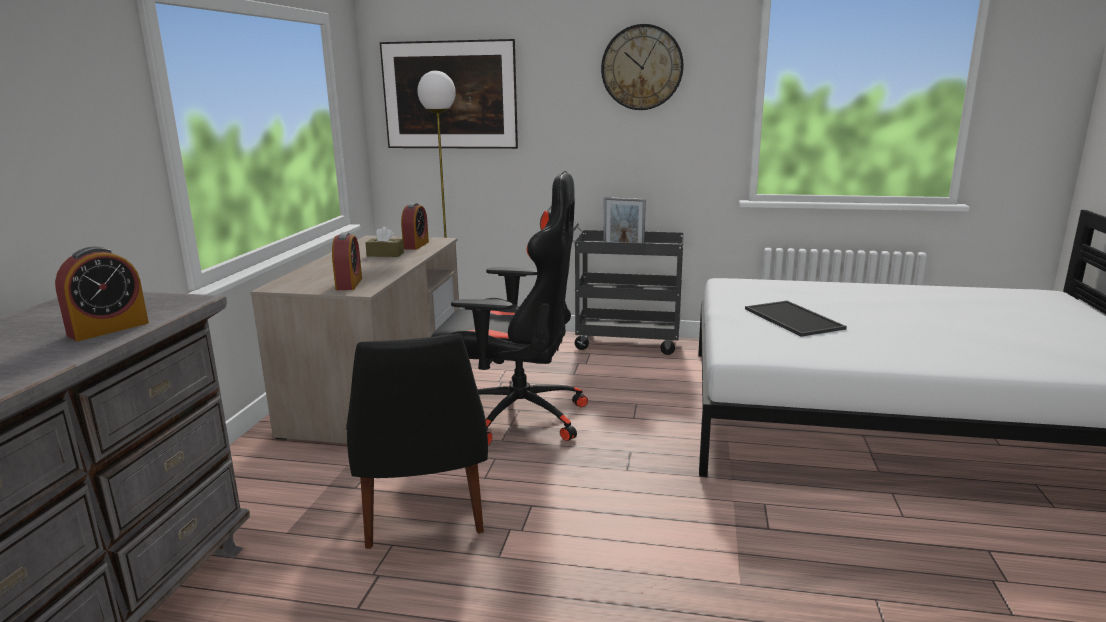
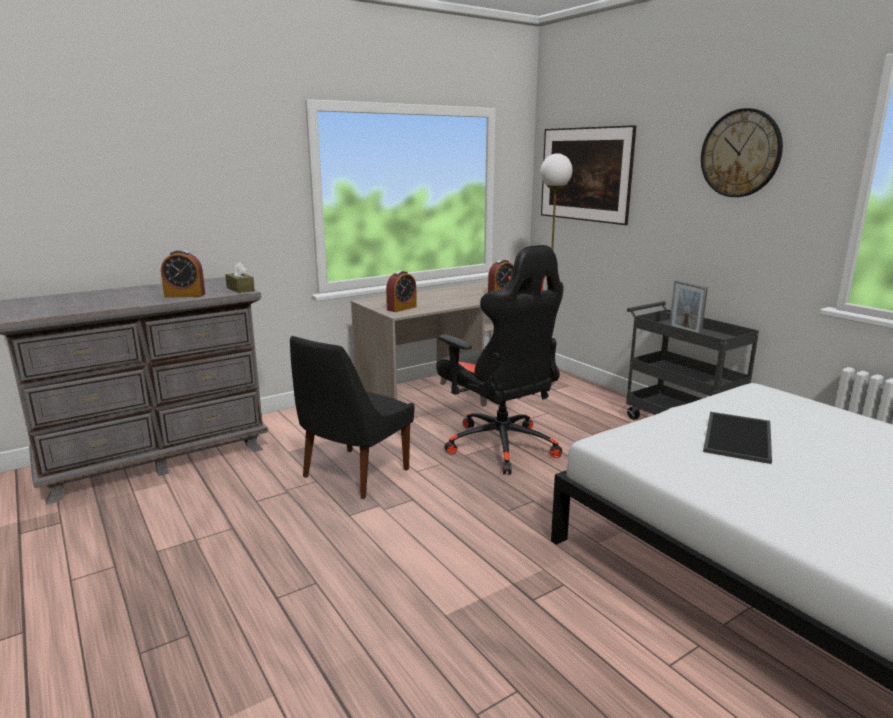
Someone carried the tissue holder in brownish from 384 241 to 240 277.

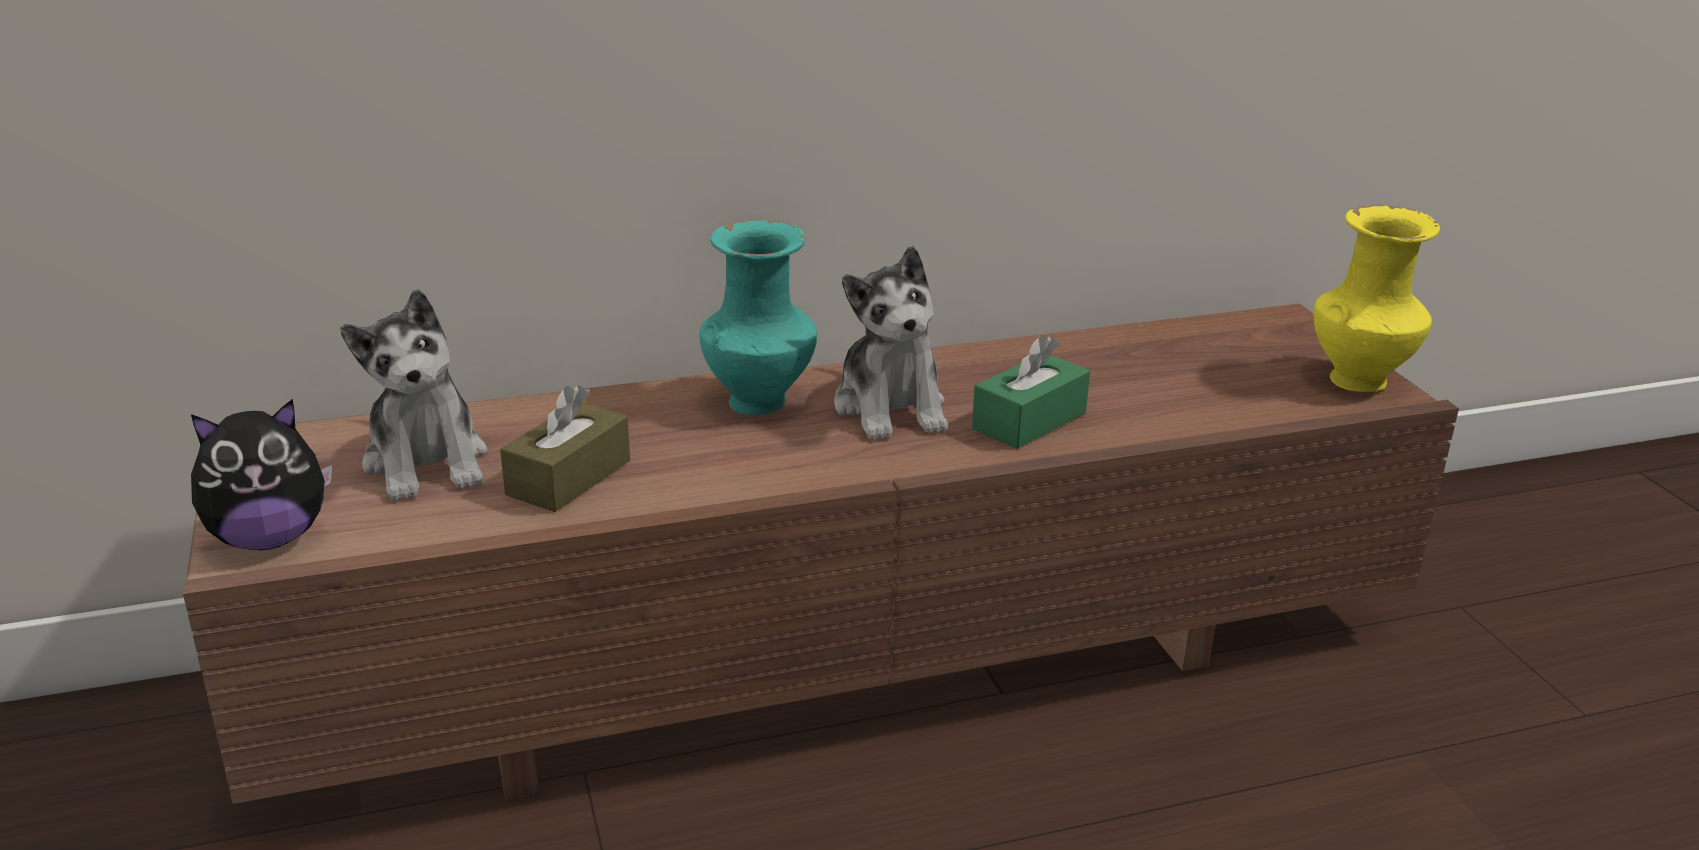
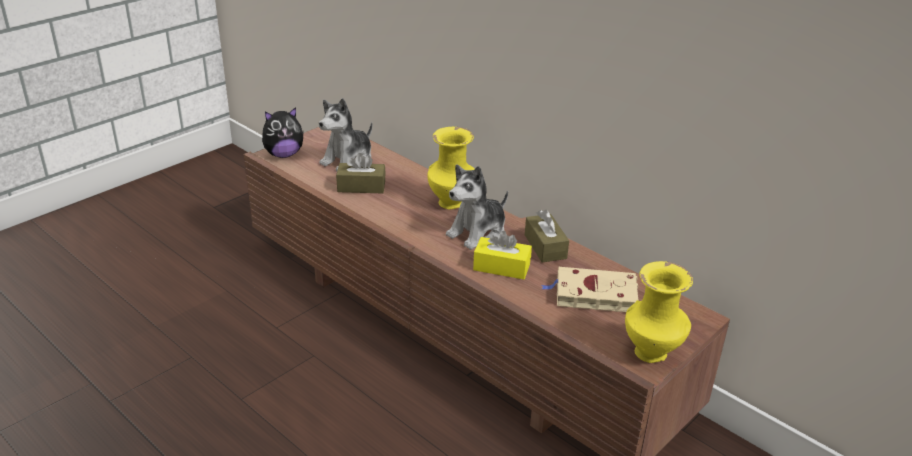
Someone put down the tissue holder in brownish at 547 236.
Someone put down the book in sand-coloured at 590 289.
Someone repainted the vase in turquoise-coloured at 758 317, which became the vase in yellow-coloured at 451 168.
Someone repainted the tissue holder in green at 1031 392, which became the tissue holder in yellow-coloured at 502 255.
Someone rotated the cuddly toy at 261 474 by 60 degrees counterclockwise.

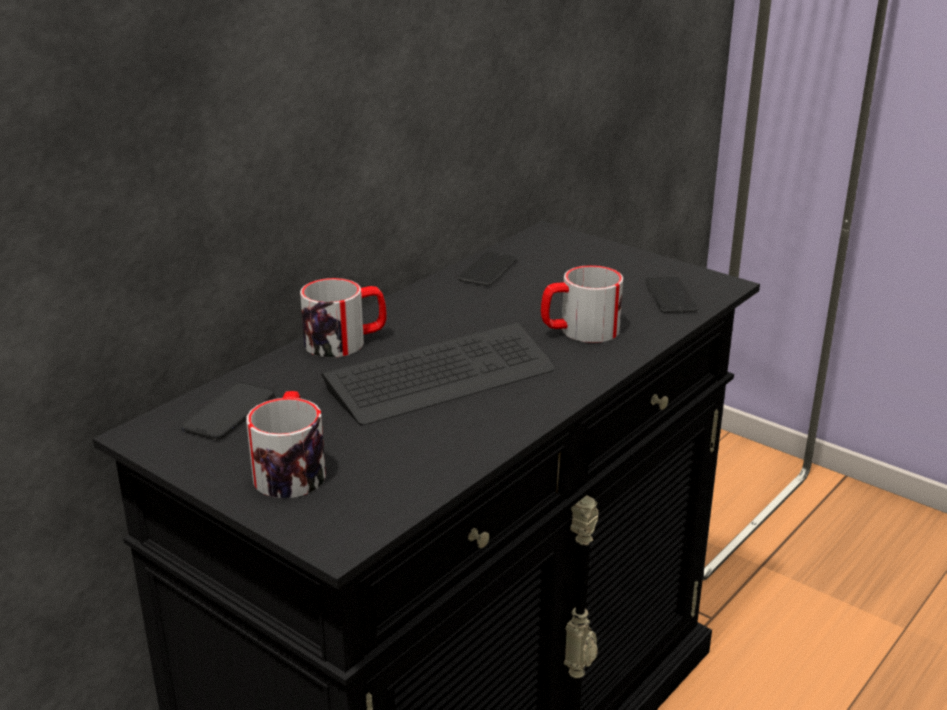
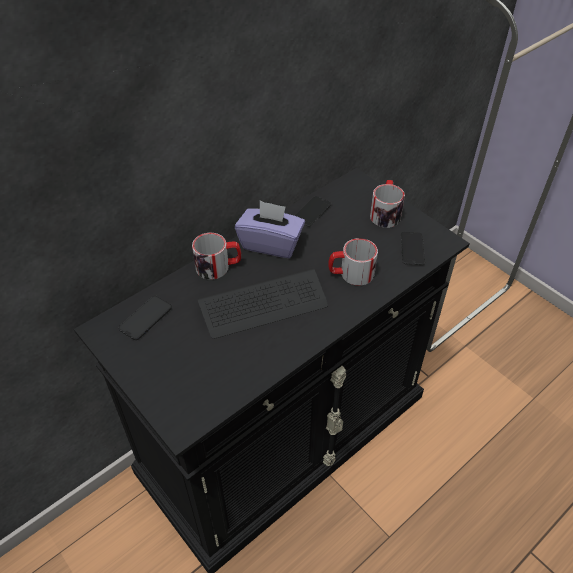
Someone put down the tissue holder in purplish at 270 229.
Someone carried the coffee mug from 286 444 to 387 204.

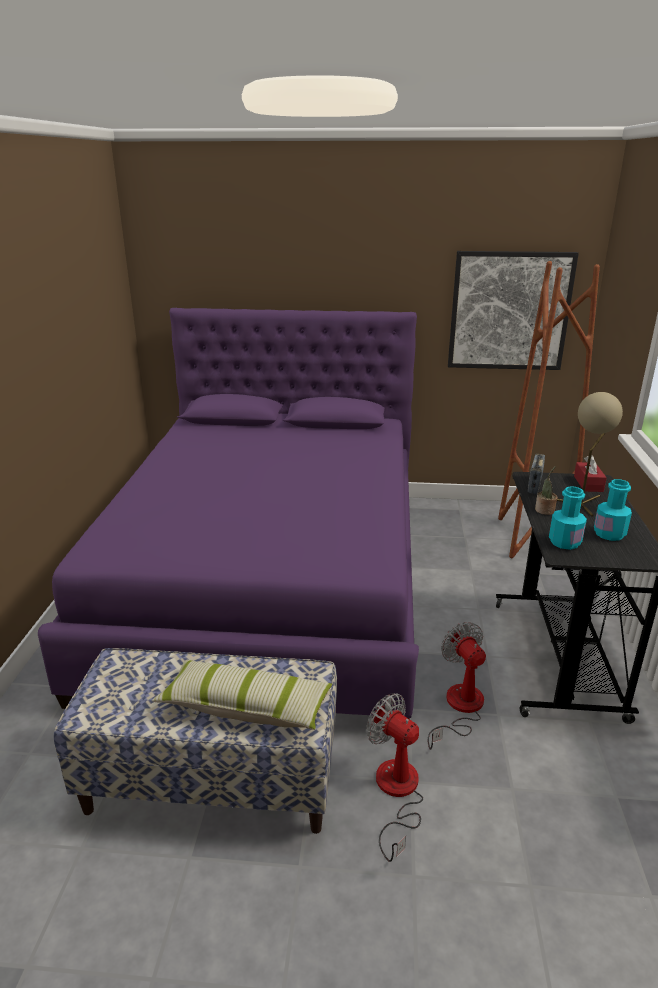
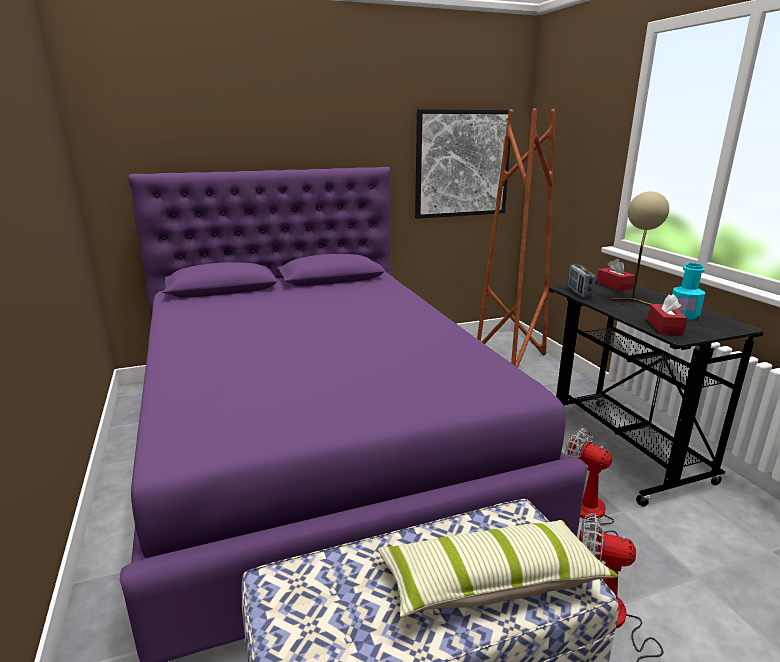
Someone took away the plant in a pot at 546 490.
Someone swapped the bottle in turquoise-coloured at 568 518 for the tissue holder in reddish at 667 314.

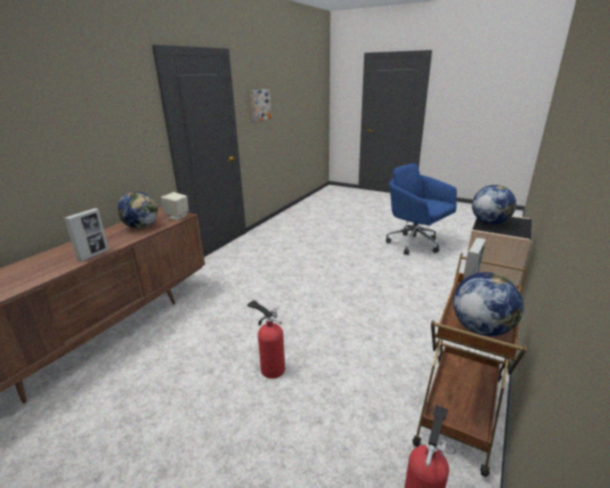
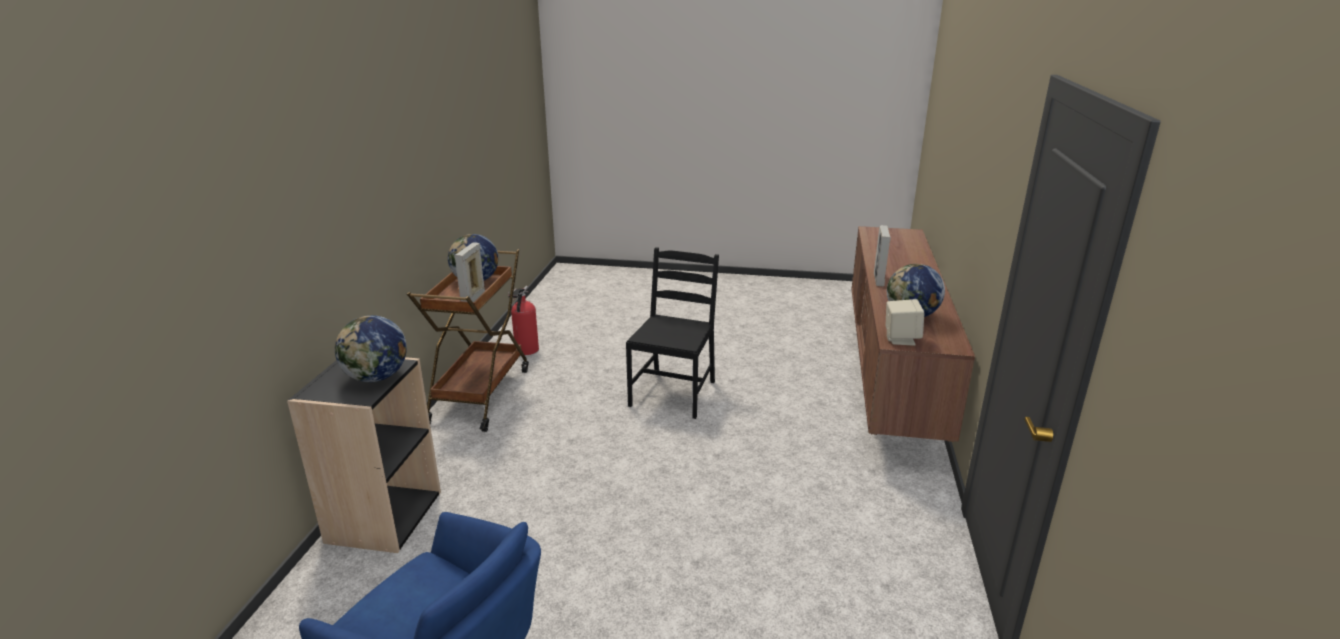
Someone took away the wall art at 260 105.
Someone swapped the fire-fighting cylinder at 266 339 for the chair in black-coloured at 672 333.

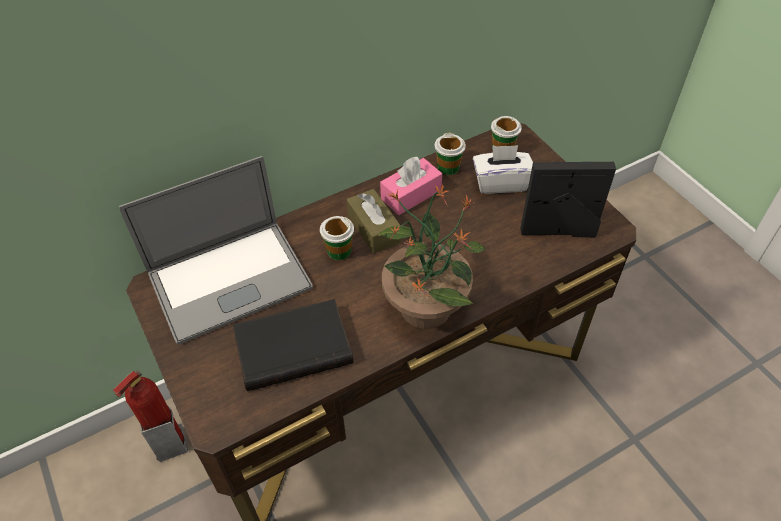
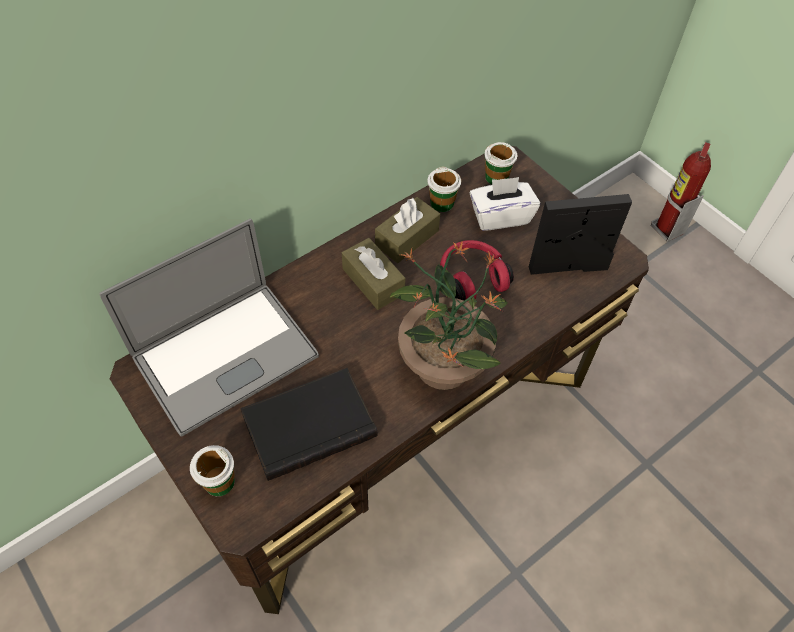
Someone put down the headphones in reddish at 477 271.
Someone carried the fire-fighting cylinder from 150 416 to 681 192.
Someone carried the cup from 337 238 to 212 470.
Someone repainted the tissue holder in pinkish at 411 185, which became the tissue holder in brownish at 407 230.

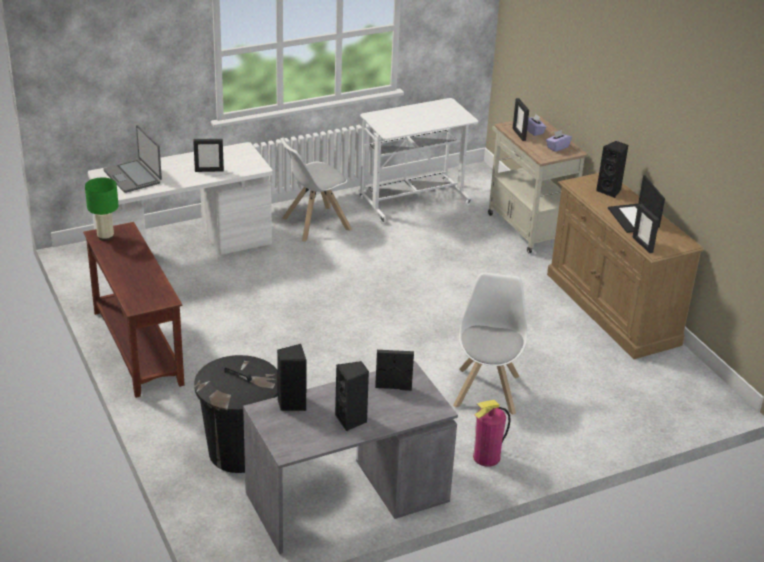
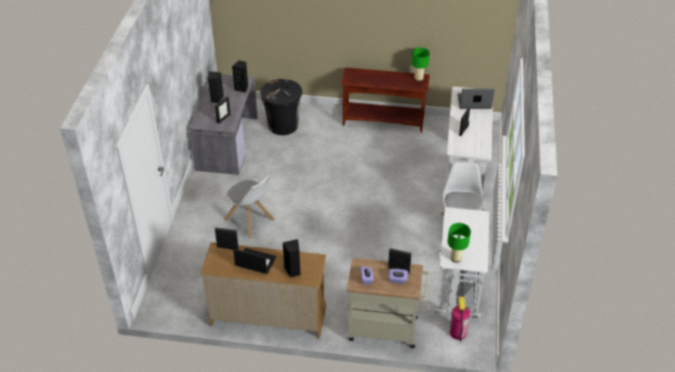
Someone put down the table lamp in green at 459 243.
Someone carried the fire-fighting cylinder from 491 433 to 460 319.

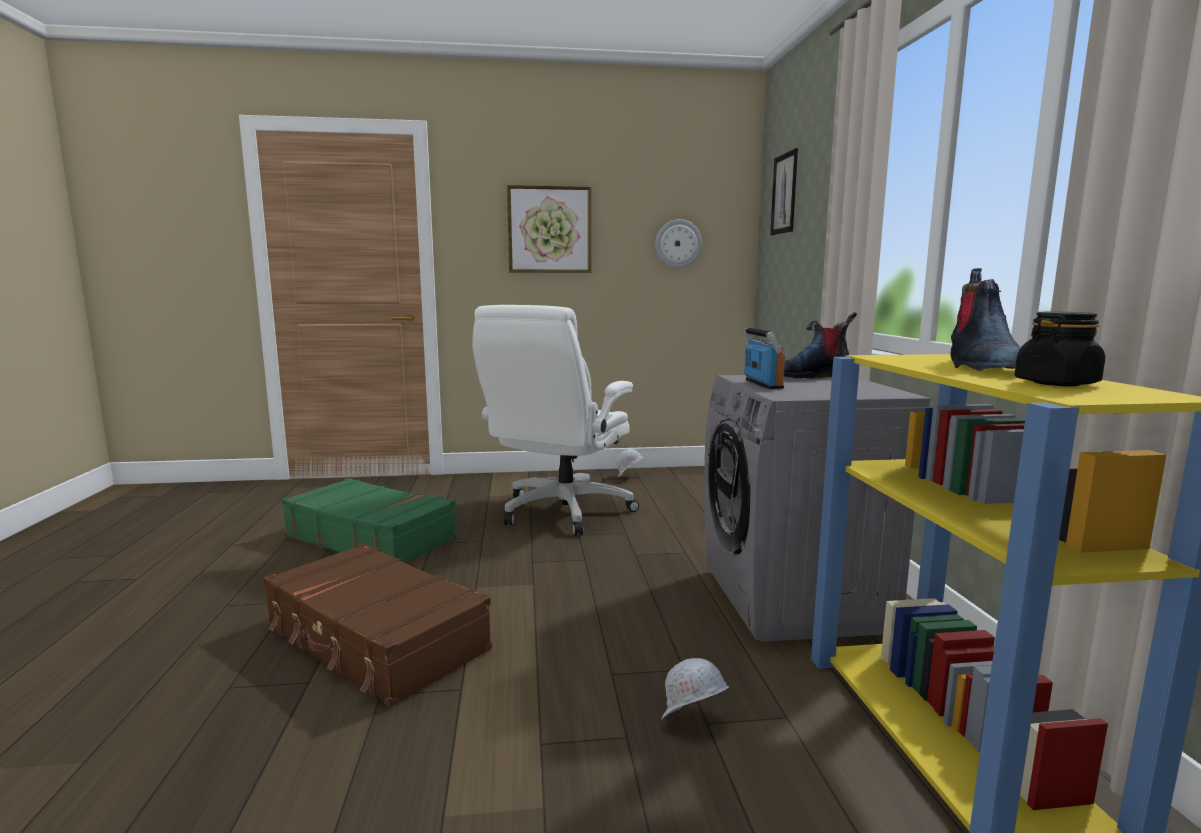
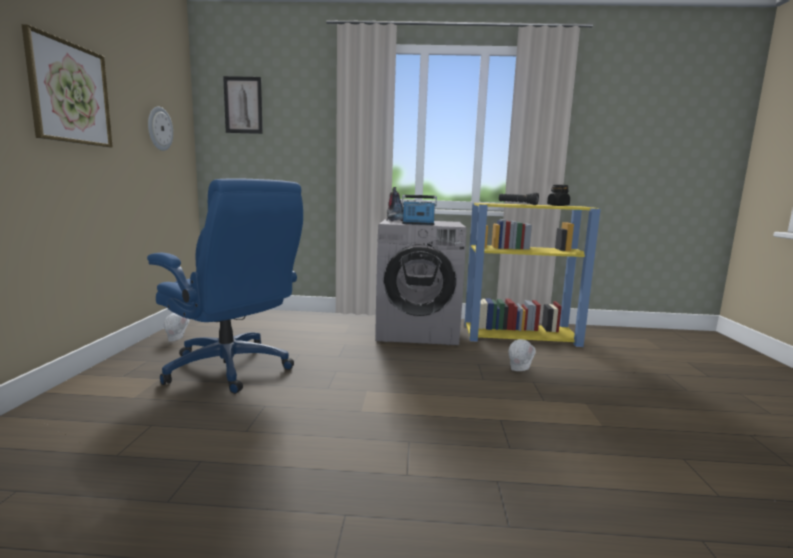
Someone took away the travel case in brownish at 378 625.
Someone took away the travel case in green at 368 520.
Someone swapped the boot at 985 319 for the flashlight in black-coloured at 519 198.
Someone repainted the computer chair in white at 555 420, which became the computer chair in blue at 225 286.

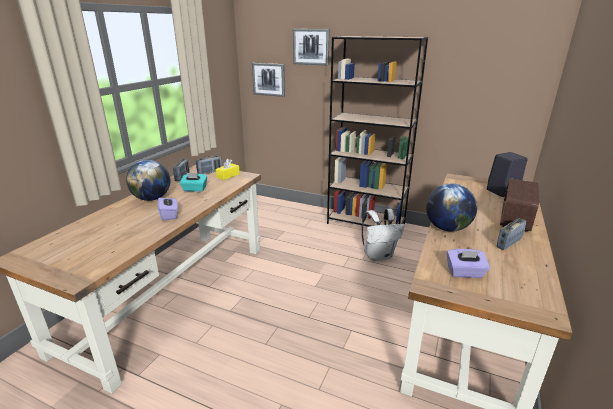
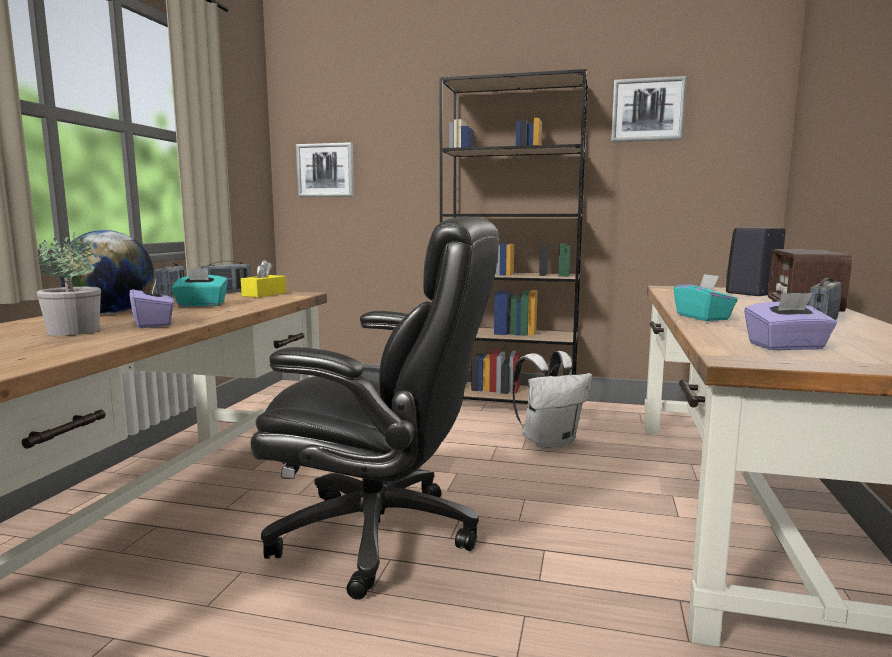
Someone put down the plant in a pot at 69 284.
Someone put down the computer chair in black-coloured at 375 408.
Someone carried the wall art from 311 47 to 649 109.
Someone swapped the world globe at 451 208 for the tissue holder in turquoise-coloured at 706 297.

